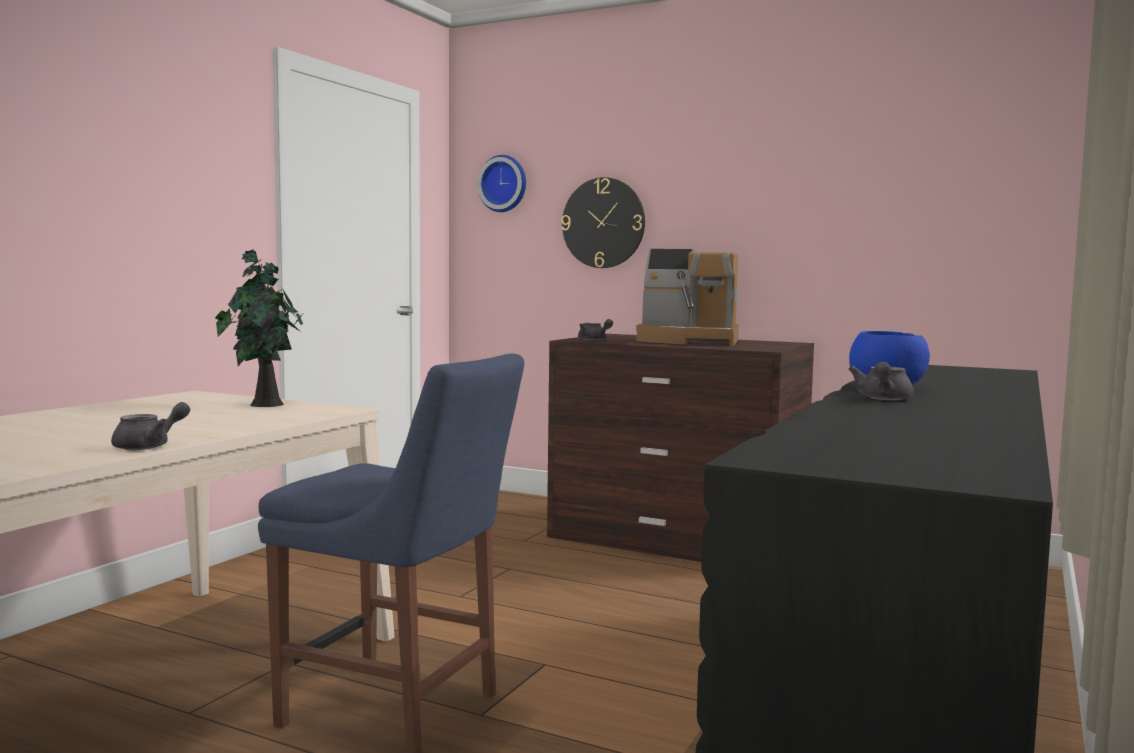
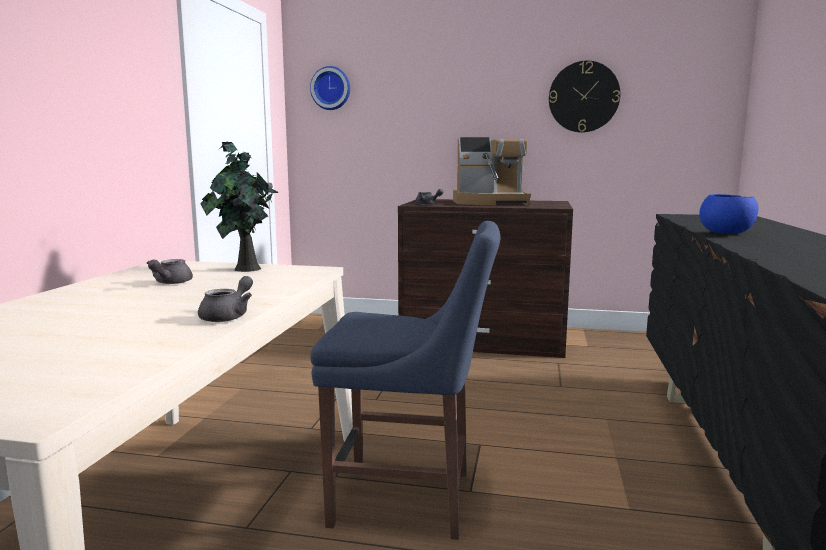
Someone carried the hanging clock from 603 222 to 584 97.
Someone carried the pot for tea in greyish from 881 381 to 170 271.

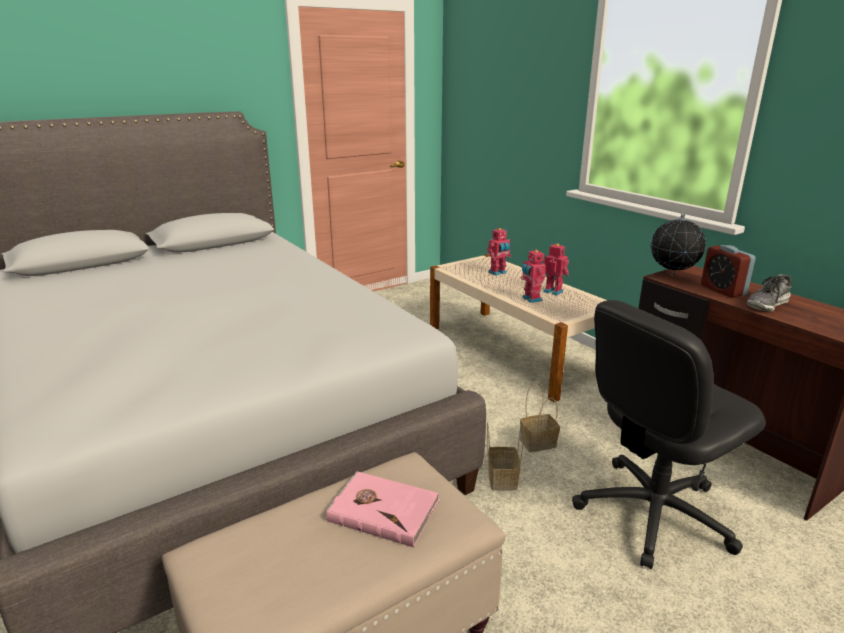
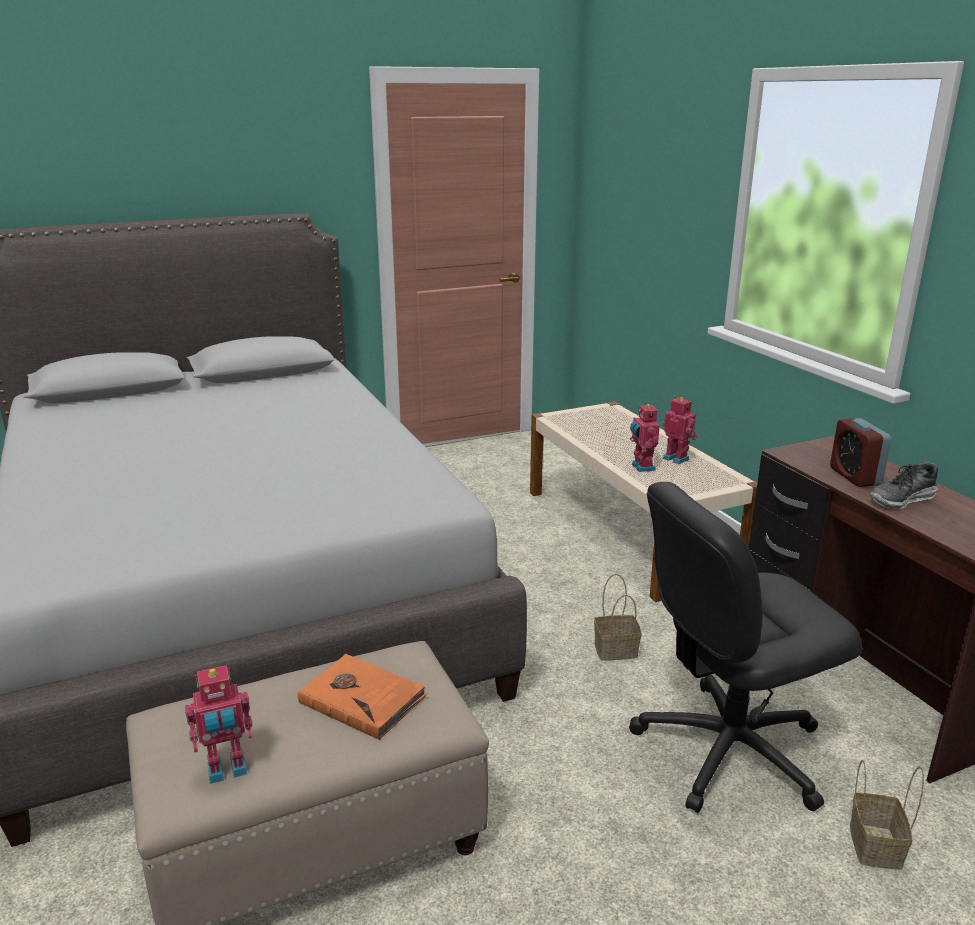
Someone took away the world globe at 678 245.
Someone carried the model robot from 499 252 to 218 724.
Someone carried the basket from 505 456 to 887 814.
Someone repainted the book in pinkish at 383 509, which became the book in orange-coloured at 362 697.

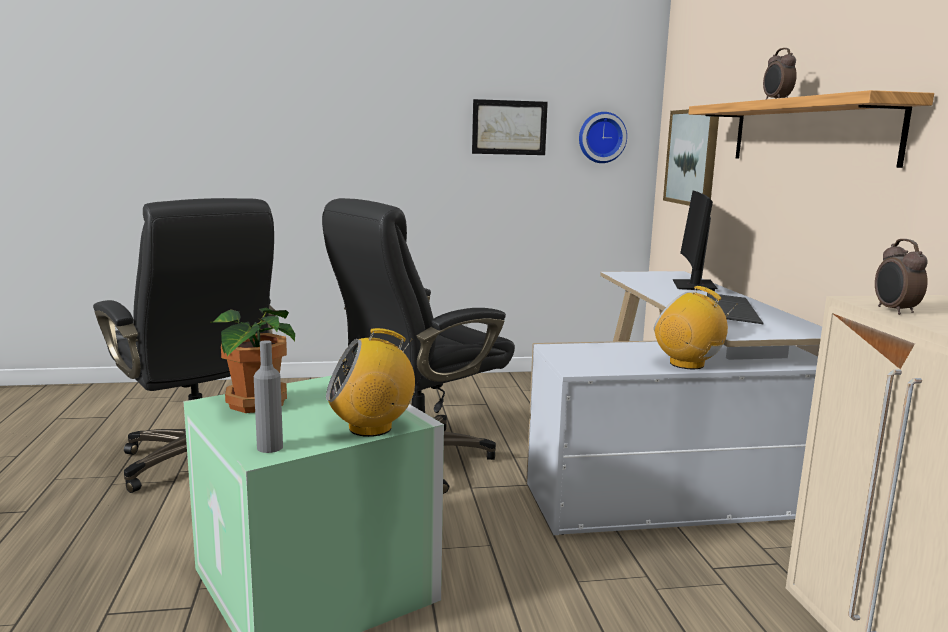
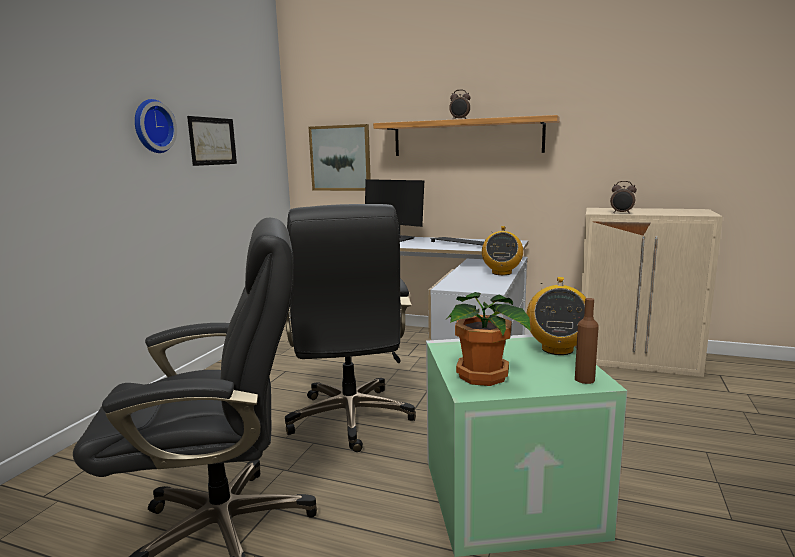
Someone carried the hanging clock from 603 137 to 156 126.
Someone repainted the bottle in greyish at 268 396, which became the bottle in brownish at 587 341.
Someone rotated the radio receiver at 696 327 by 60 degrees counterclockwise.

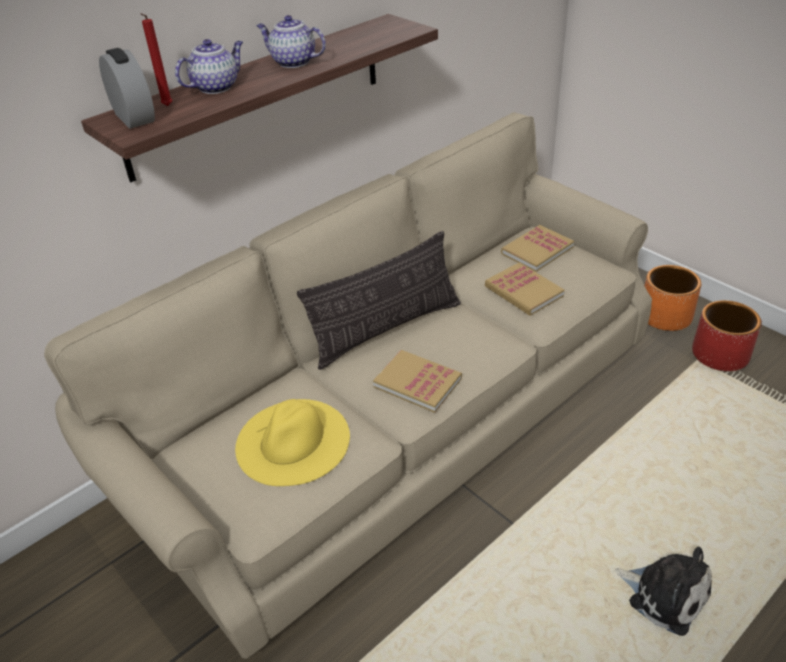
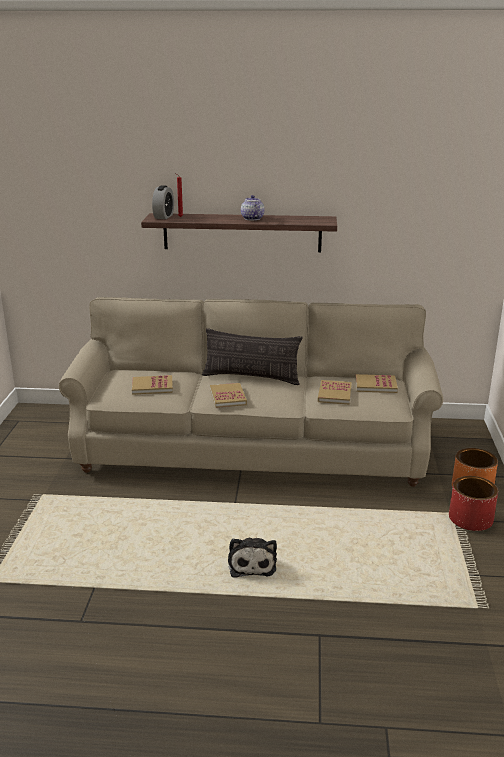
Someone took away the pot for tea at 209 66.
Someone swapped the clothing hat in yellow-coloured at 292 442 for the book at 152 385.

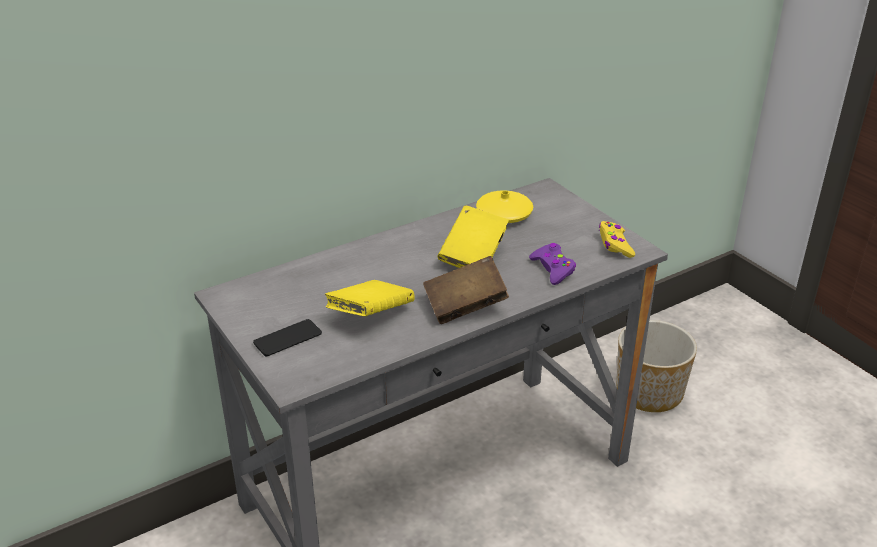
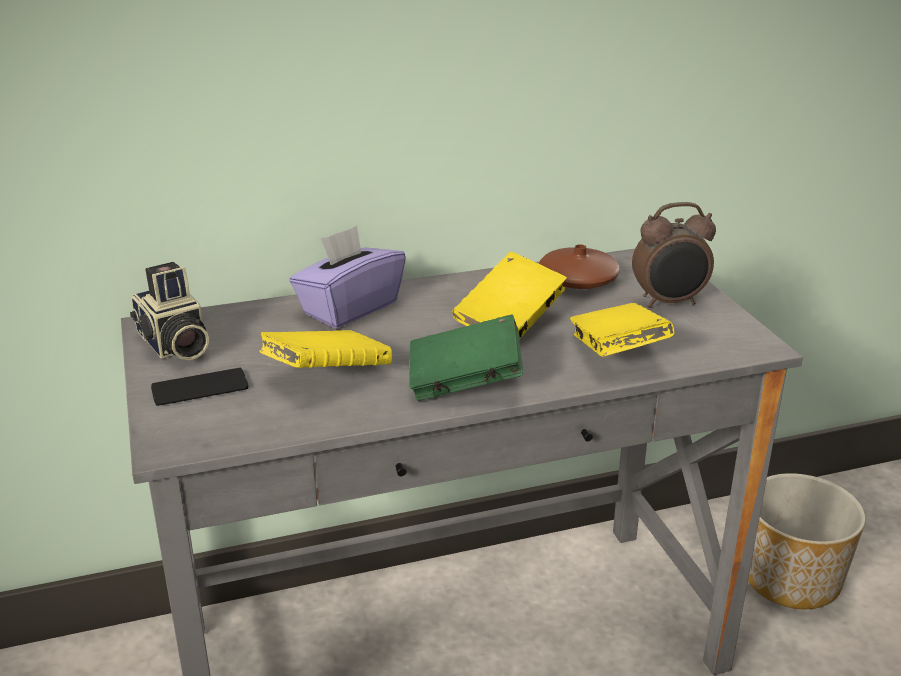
Someone took away the joypad in yellow-coloured at 617 239.
Someone put down the photo camera at 169 311.
Someone put down the tissue holder in purplish at 347 277.
Someone put down the bedside clock at 674 255.
Someone swapped the joypad in purplish at 552 264 for the book in yellow-coloured at 622 330.
Someone repainted the book in brownish at 466 290, which became the book in green at 466 357.
Someone repainted the vase in yellow-coloured at 504 206, which became the vase in brownish at 579 266.

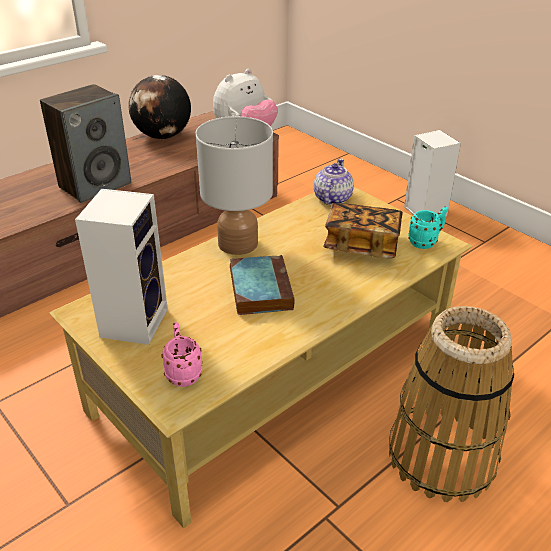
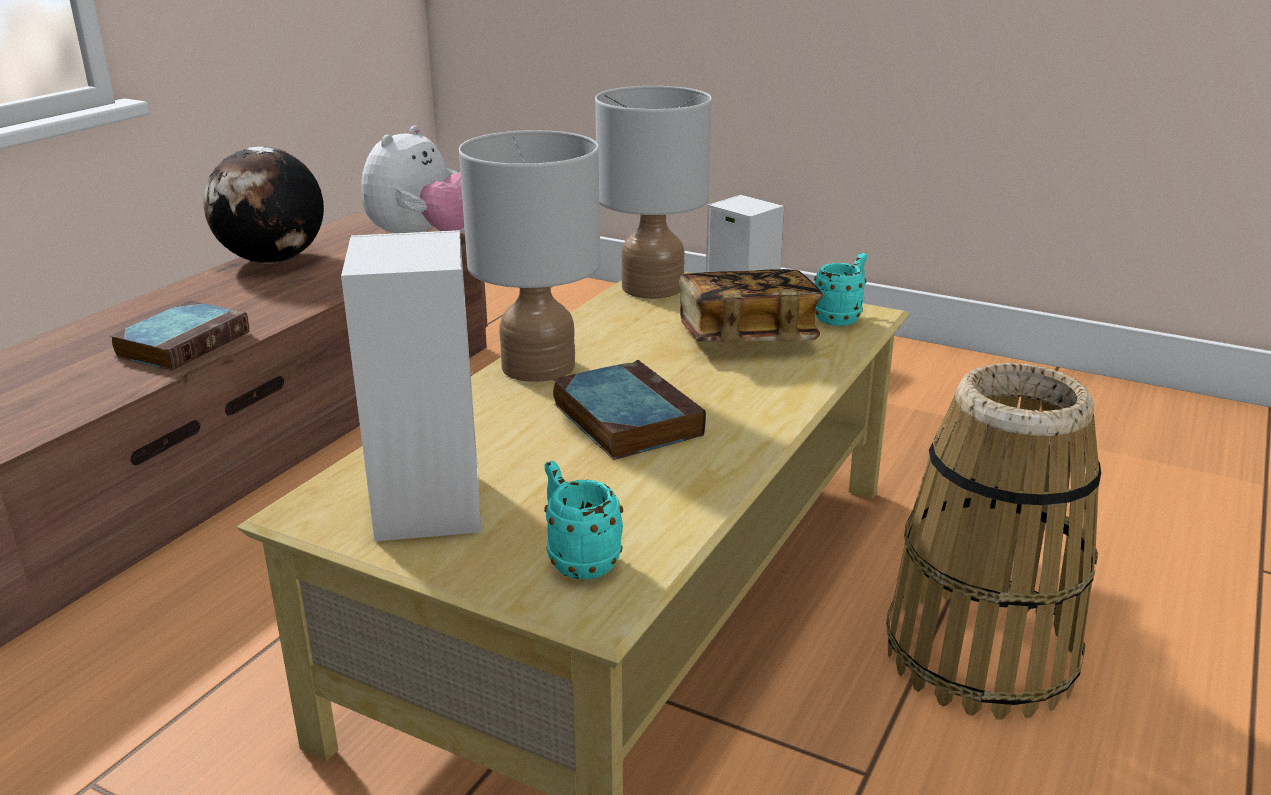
Someone swapped the loudspeaker at 85 143 for the book at 179 335.
Someone swapped the pot for tea at 334 181 for the table lamp in greyish at 653 192.
Someone repainted the coffee mug in pinkish at 181 354, which became the coffee mug in turquoise-coloured at 583 520.

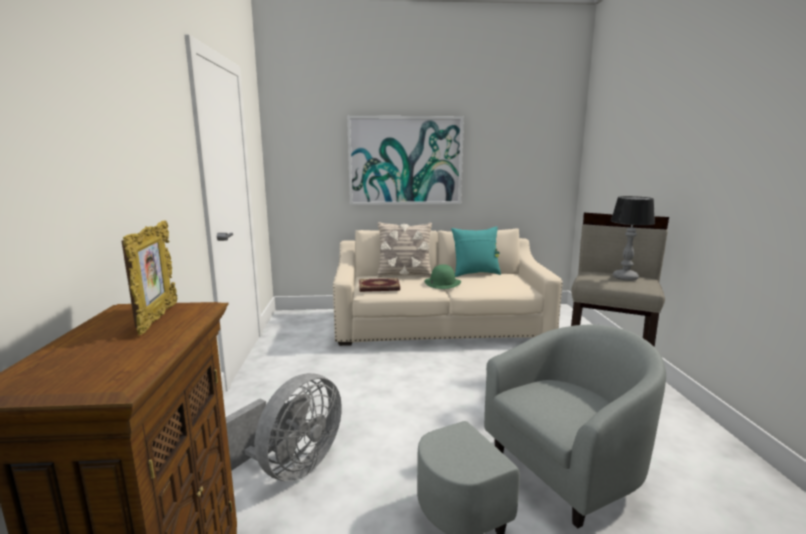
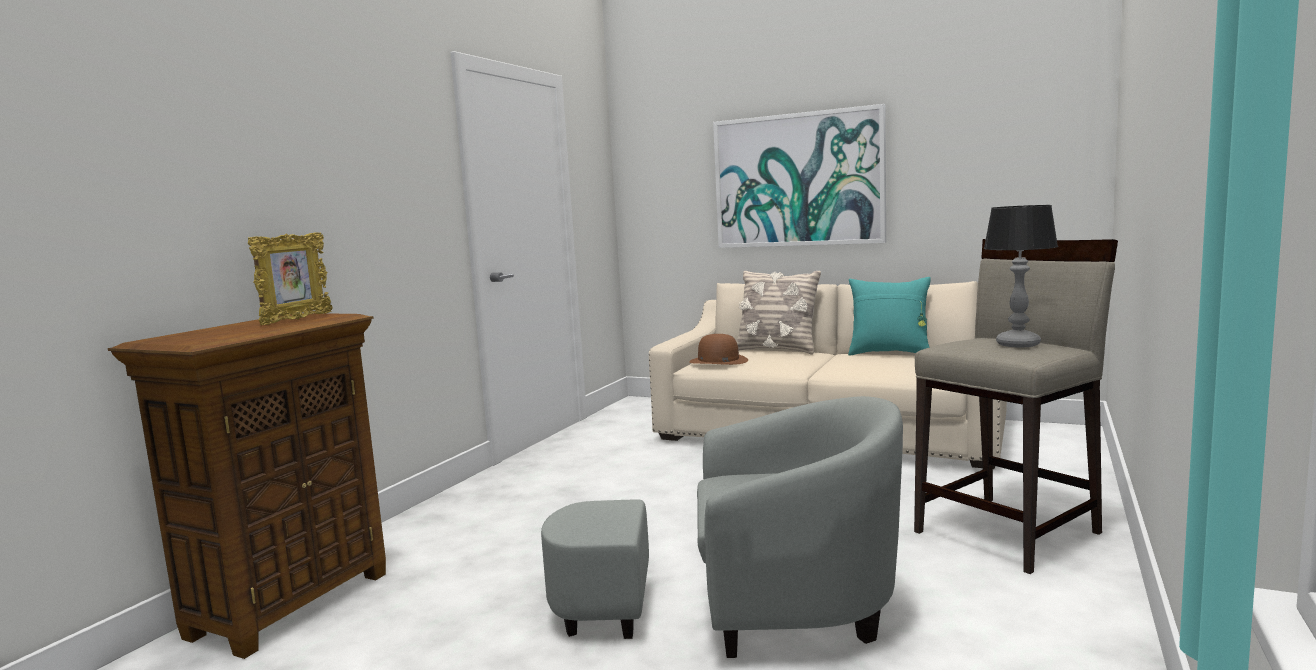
Someone took away the cooling fan in greyish at 283 427.
Someone took away the clothing hat in green at 443 276.
Someone swapped the book at 379 285 for the clothing hat in brownish at 718 349.

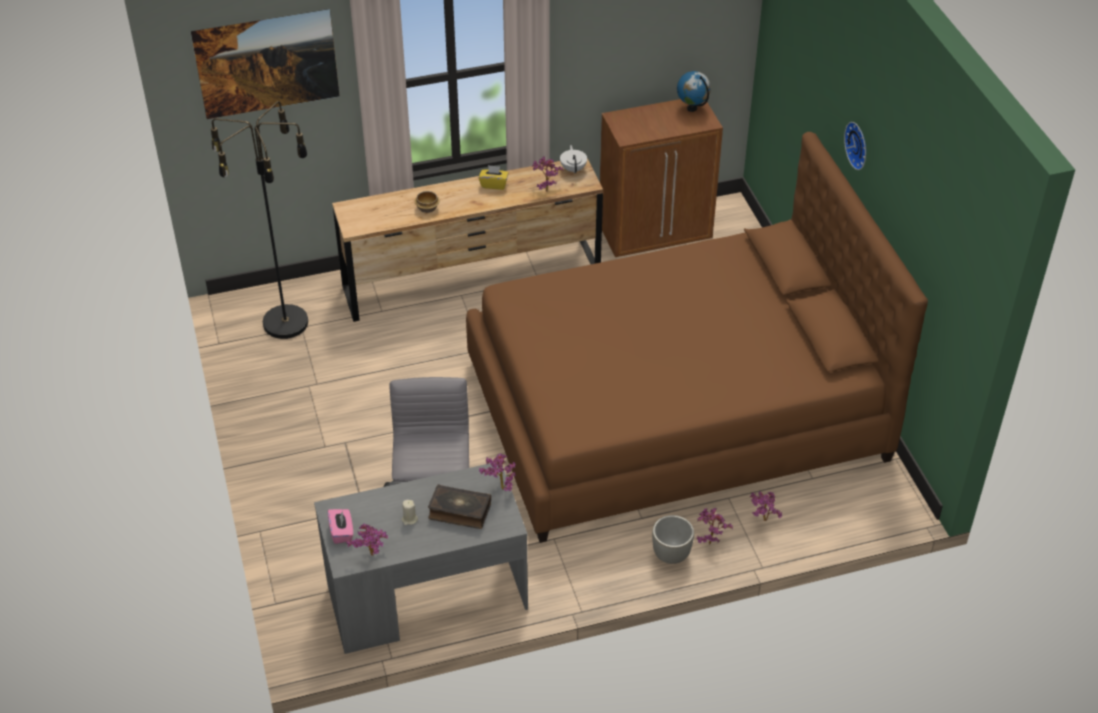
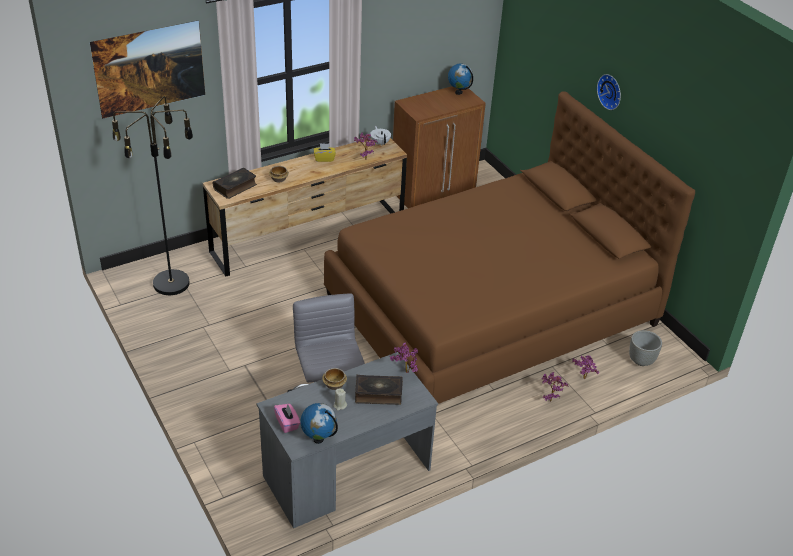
Someone put down the book at 235 183.
Someone put down the deep dish at 334 379.
Someone carried the flower pot in greyish from 673 539 to 645 348.
Someone swapped the plant in a pot at 367 540 for the world globe at 319 423.

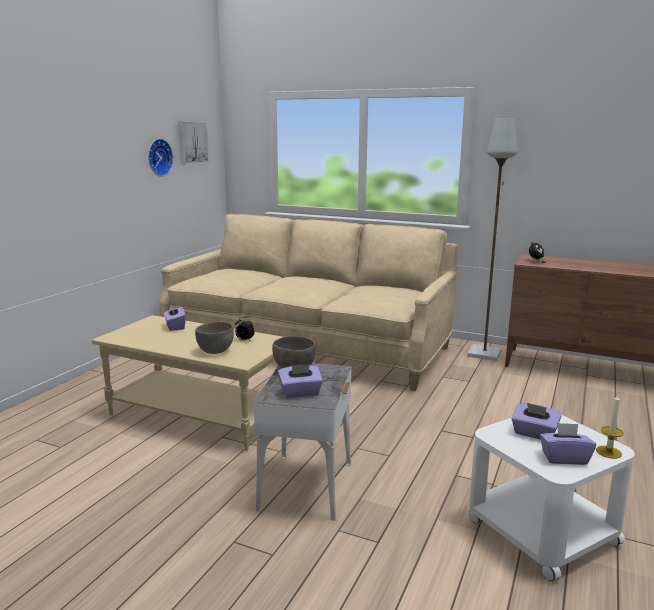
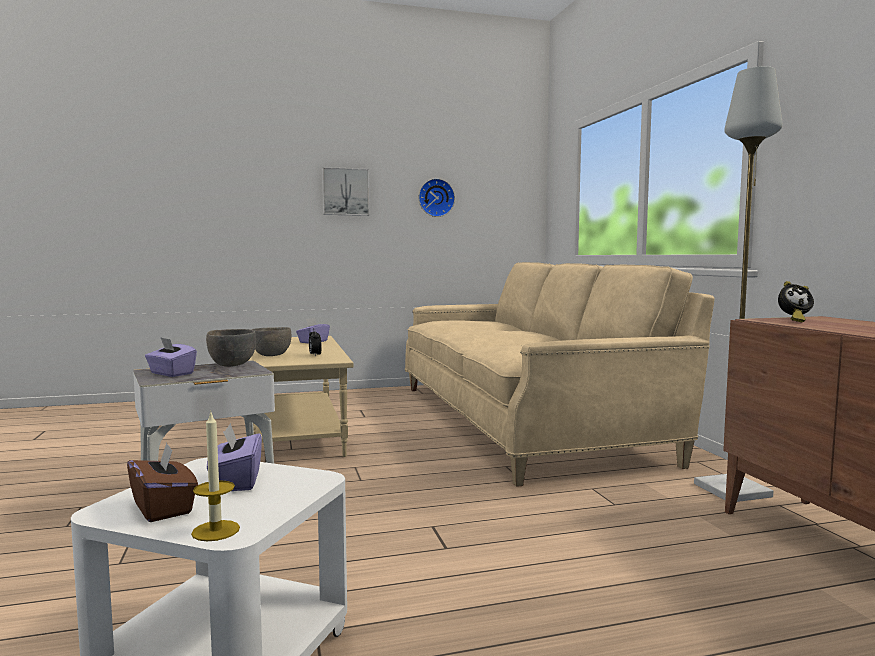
Someone carried the wall art from 193 143 to 346 191.
Someone repainted the tissue holder in purplish at 568 444, which became the tissue holder in brownish at 162 482.

